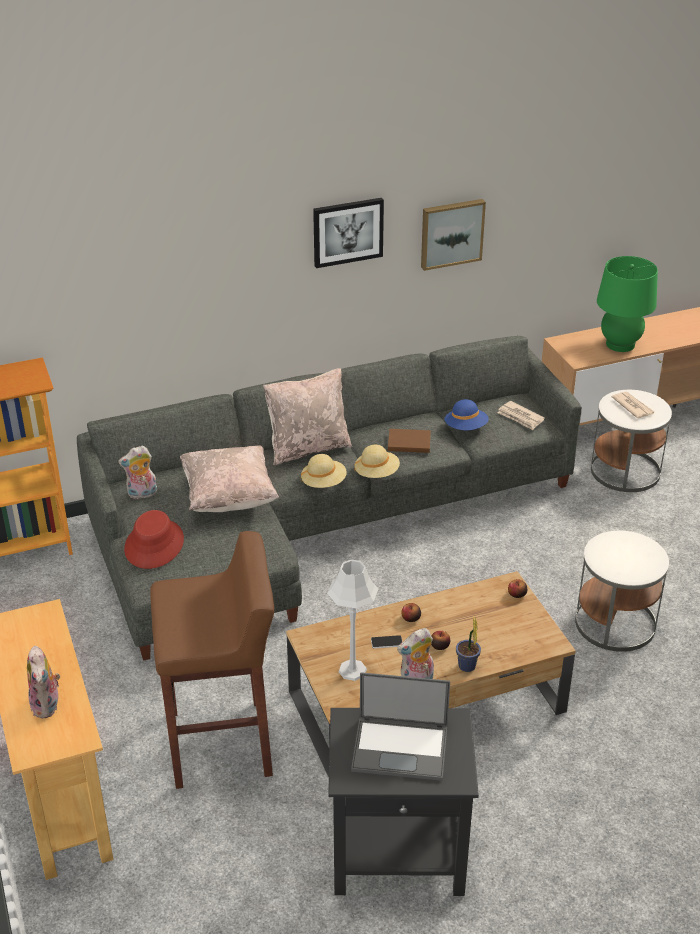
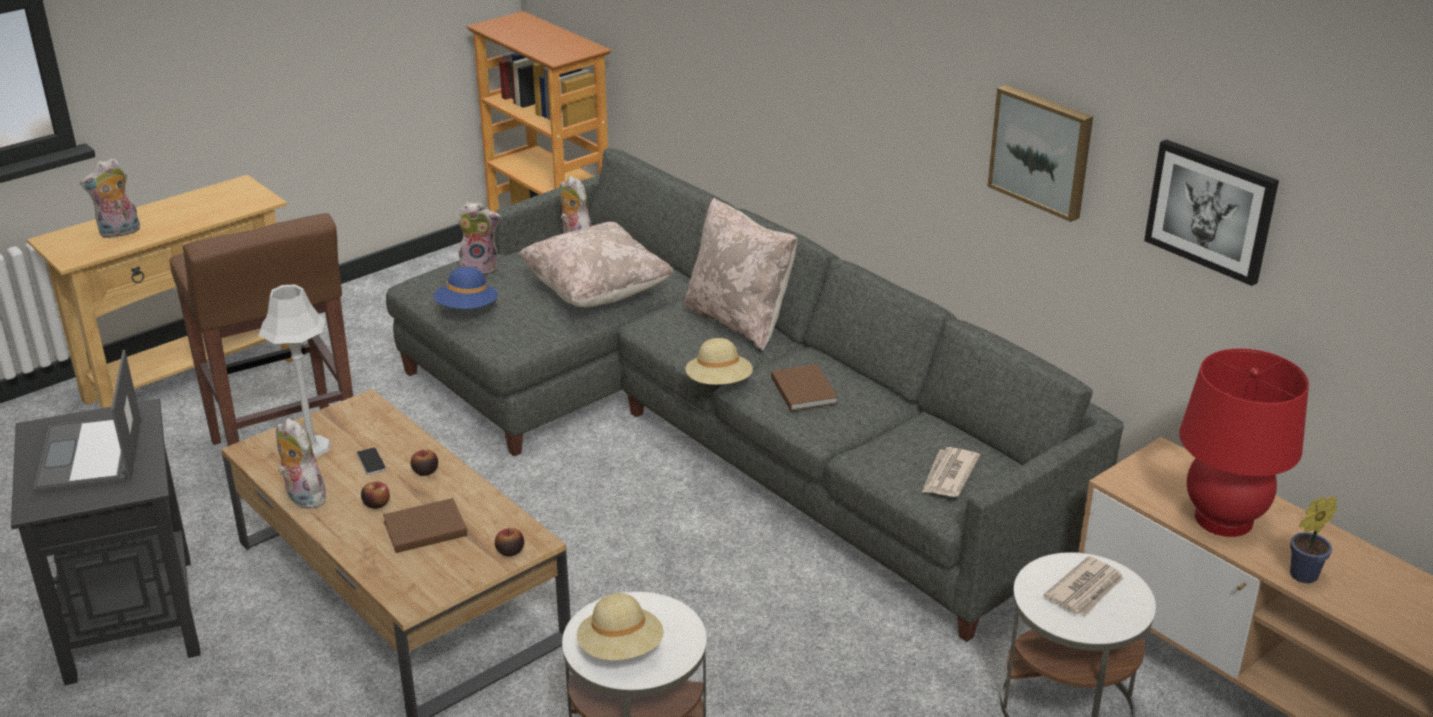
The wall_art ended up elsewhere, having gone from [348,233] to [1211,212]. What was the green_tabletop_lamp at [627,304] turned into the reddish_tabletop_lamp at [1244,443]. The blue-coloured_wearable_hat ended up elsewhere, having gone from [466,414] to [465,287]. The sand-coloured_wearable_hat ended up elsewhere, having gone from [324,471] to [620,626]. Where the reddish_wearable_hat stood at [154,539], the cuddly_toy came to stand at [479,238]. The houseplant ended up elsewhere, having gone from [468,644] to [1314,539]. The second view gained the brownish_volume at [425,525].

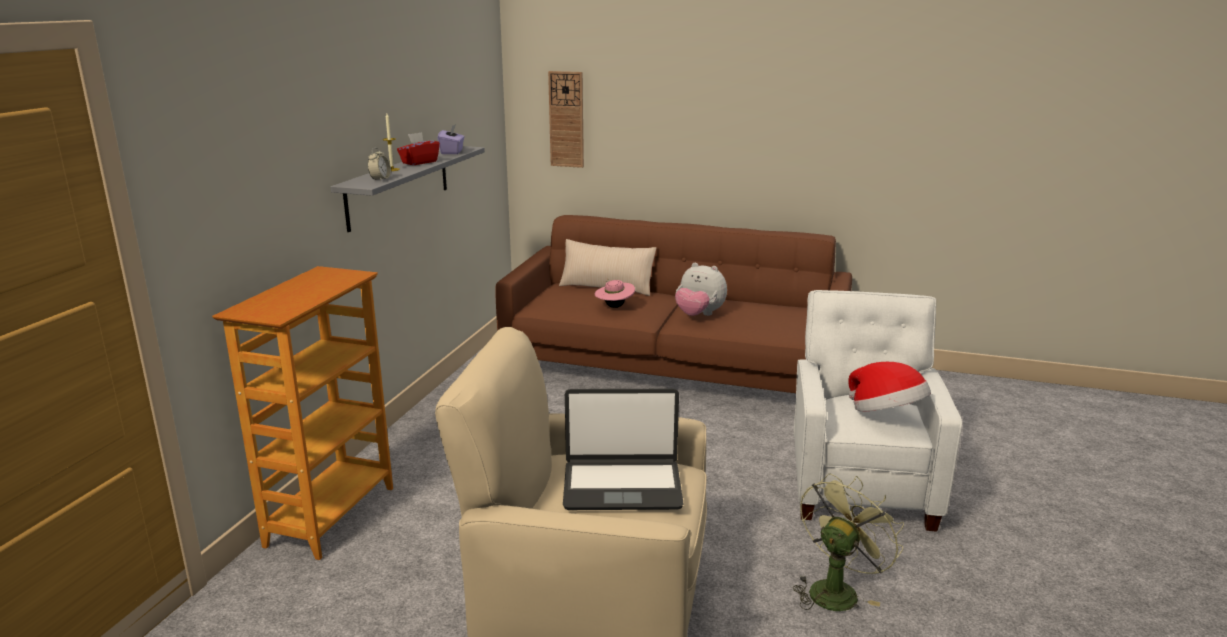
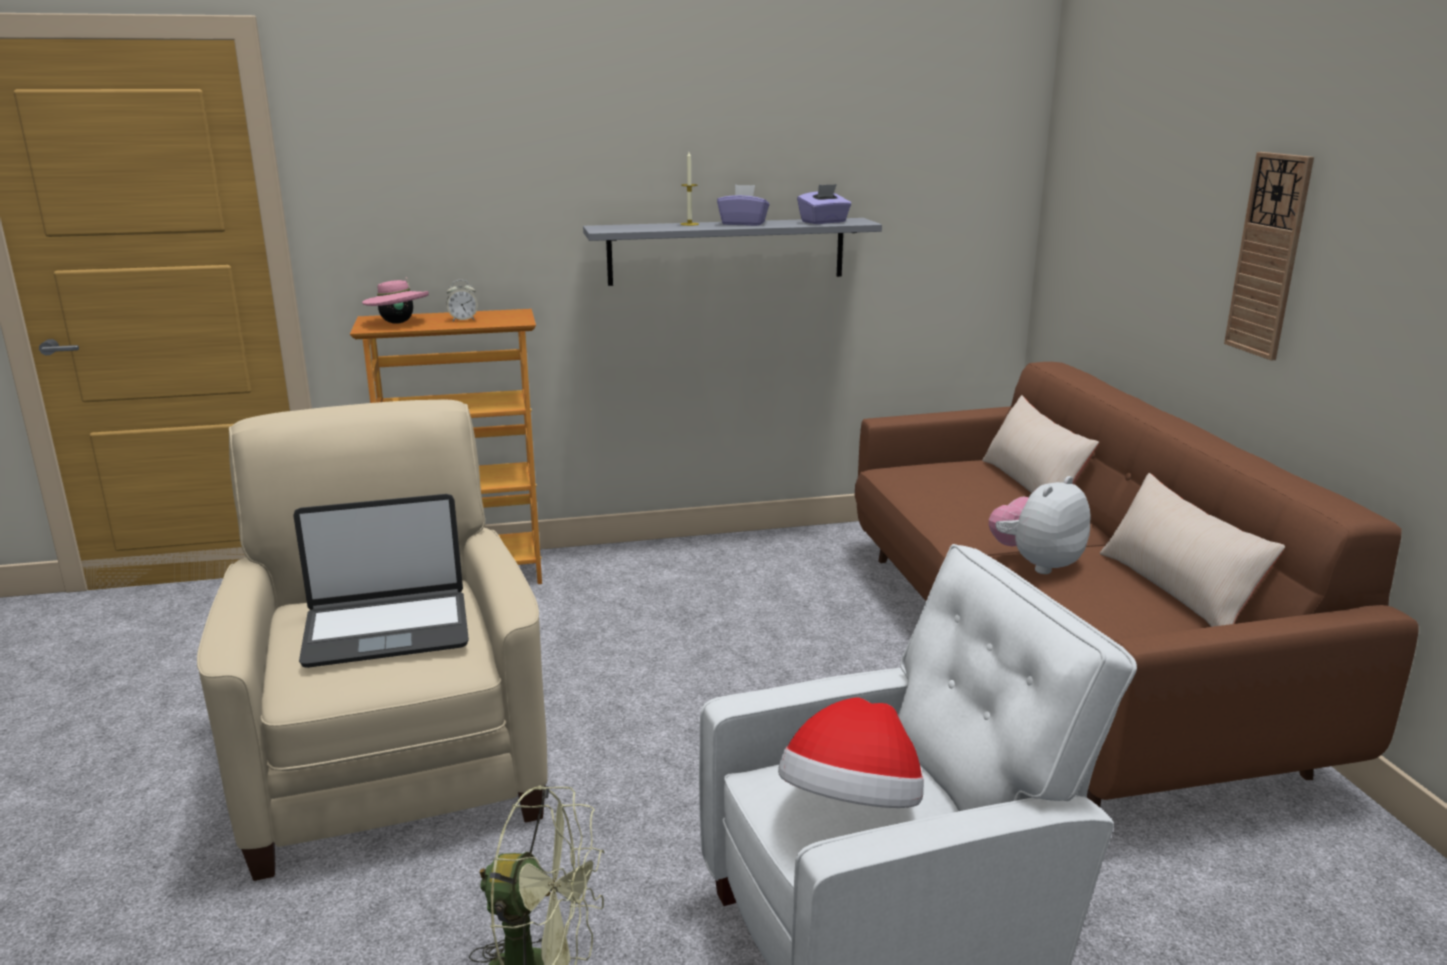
The hanging_clock ended up elsewhere, having gone from [566,119] to [1269,256]. What was the reddish_tissue_holder at [418,148] turned into the purple-coloured_tissue_holder at [743,205]. The table_clock ended up elsewhere, having gone from [379,165] to [462,300]. The cuddly_toy at [701,289] ended up facing another way, 45 degrees clockwise from before. The pink_wearable_hat ended up elsewhere, having gone from [615,293] to [395,300]. The notebook_computer at [623,449] ended up facing another way, 75 degrees counterclockwise from before. The second view gained the sand-coloured_pillow at [1192,550].

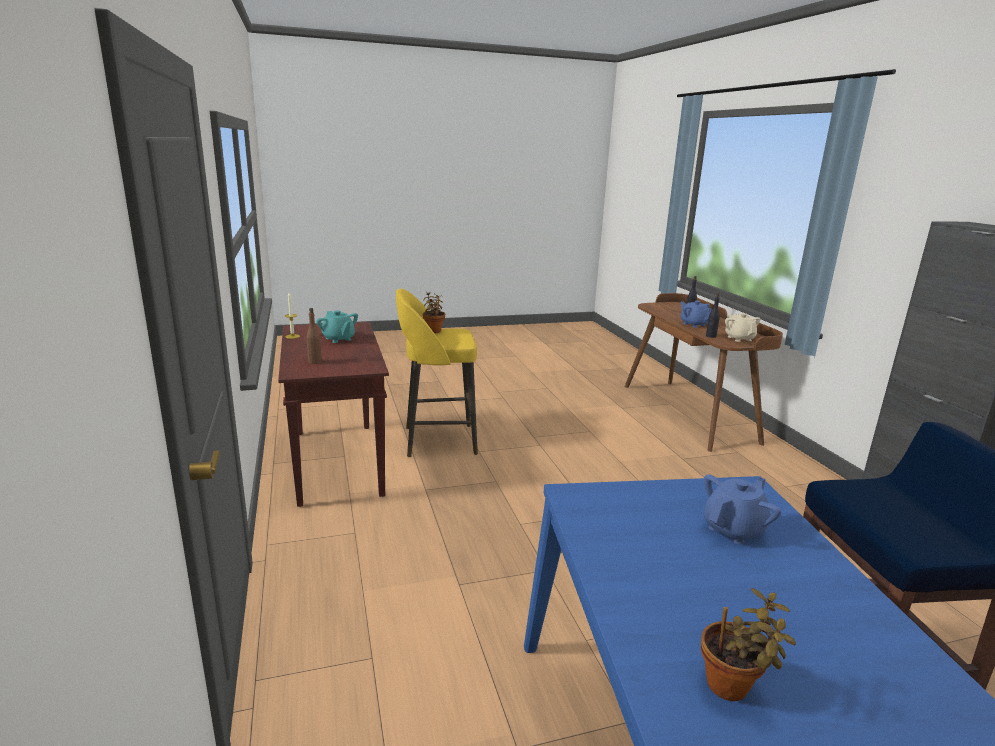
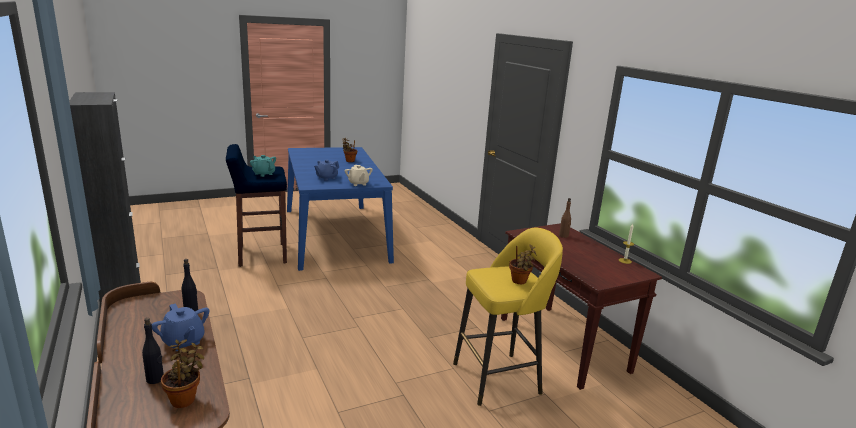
The blue-green_pot_for_tea ended up elsewhere, having gone from [337,326] to [263,166]. The sand-coloured_pot_for_tea ended up elsewhere, having gone from [742,327] to [359,175]. The second view gained the houseplant at [182,373].

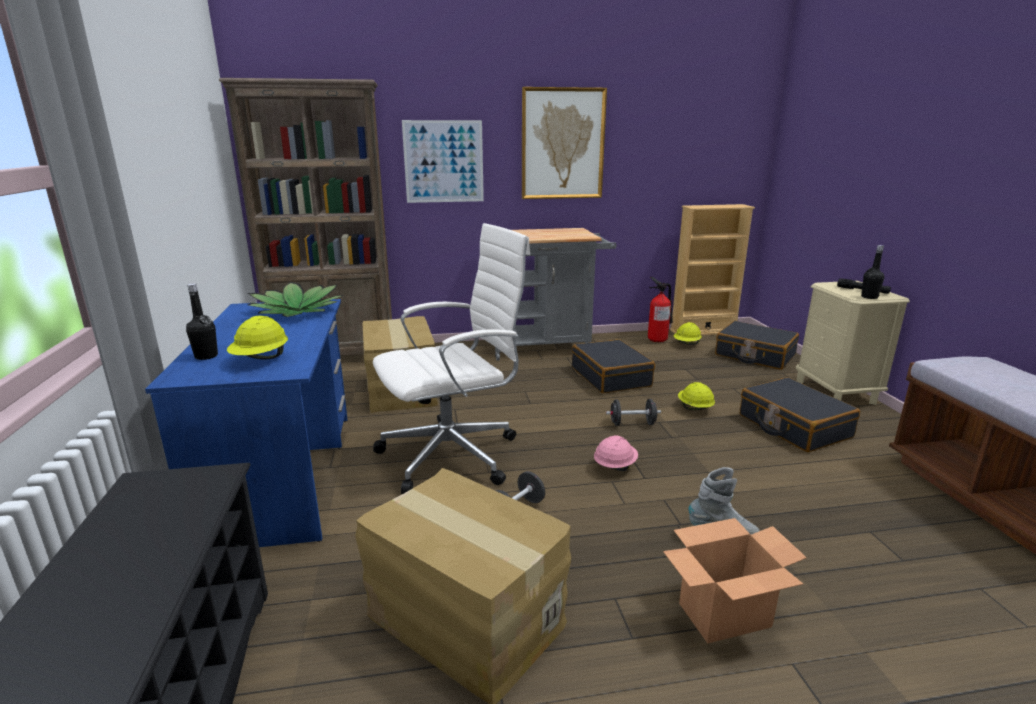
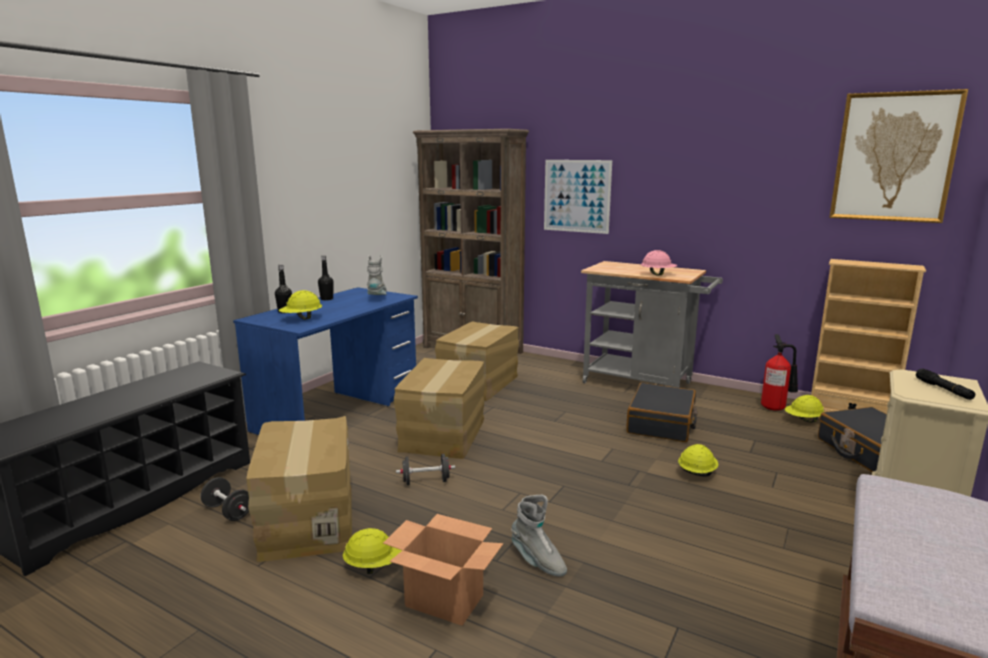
The wall_art ended up elsewhere, having gone from [564,143] to [898,156]. Where the white_office_chair stood at [451,358], the packing_box came to stand at [439,408]. The black-coloured_bottle ended up elsewhere, having gone from [872,272] to [326,278]. Where the houseplant stood at [296,299], the grey_tall_boot came to stand at [377,275]. The second view lost the black-coloured_suitcase at [800,414]. The black-coloured_dumbbell ended up elsewhere, having gone from [633,412] to [225,499]. The pink_safety_helmet ended up elsewhere, having gone from [616,453] to [659,262]. The second view gained the yellowish_safety_helmet at [372,551].

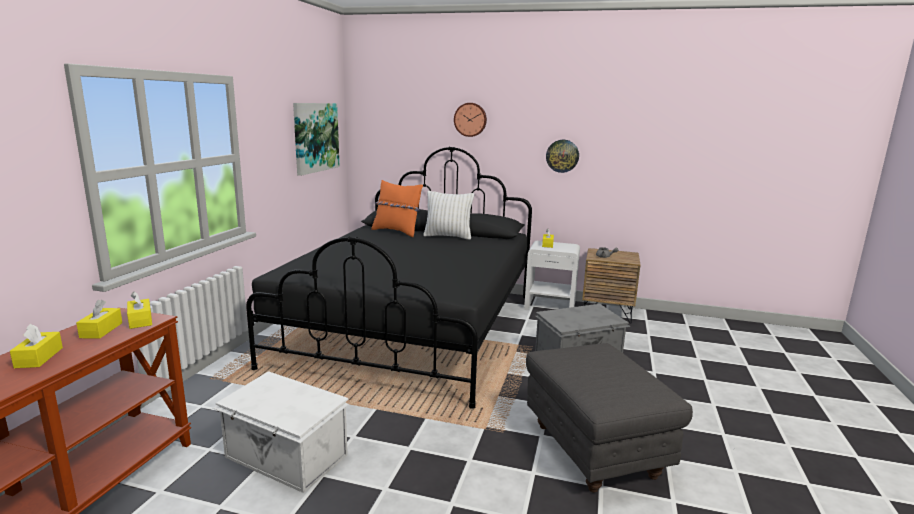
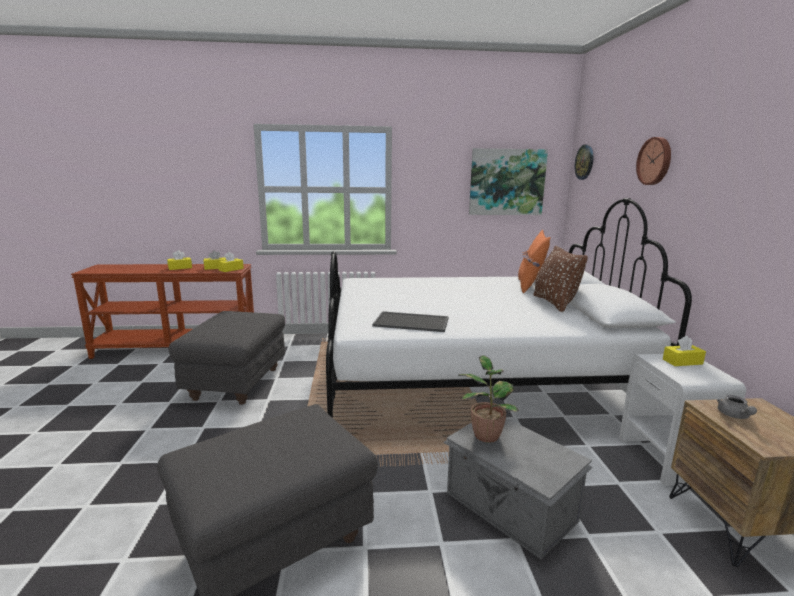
The hanging_clock ended up elsewhere, having gone from [562,156] to [584,162]. What was the black-coloured_bedroom_bed at [389,278] turned into the white_bedroom_bed at [509,308]. What was the white_pillow at [448,215] turned into the brownish_pillow at [560,279]. Where the white_storage_bin stood at [281,432], the grey_footrest came to stand at [227,358]. The second view gained the serving_tray at [411,321]. The second view gained the houseplant at [488,399].

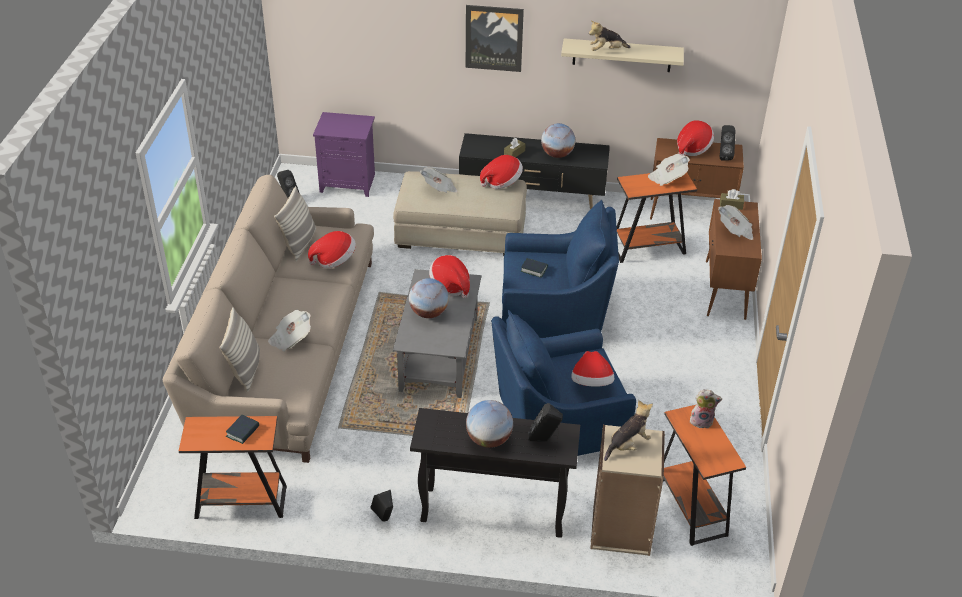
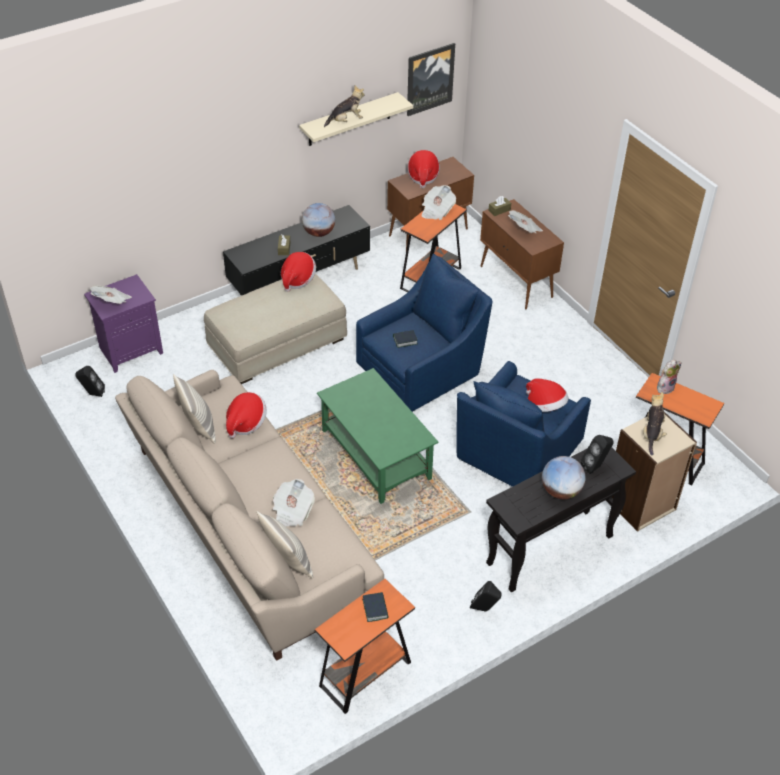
The wall_art ended up elsewhere, having gone from [495,38] to [431,79]. The cuddly_toy at [610,36] ended up facing another way, 150 degrees counterclockwise from before. The second view lost the black-coloured_loudspeaker at [728,142]. The printed_paper ended up elsewhere, having gone from [439,180] to [111,294]. The second view lost the wearable_hat at [449,276]. What was the grey_lounge_table at [437,333] turned into the green_lounge_table at [377,436]. The second view lost the desk_globe at [429,298].

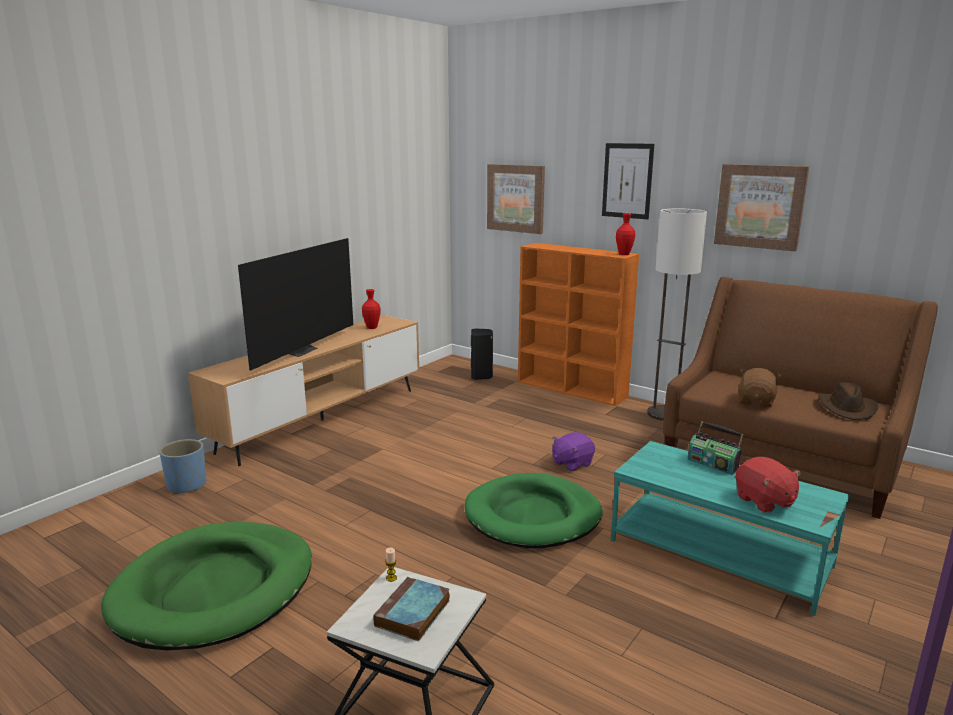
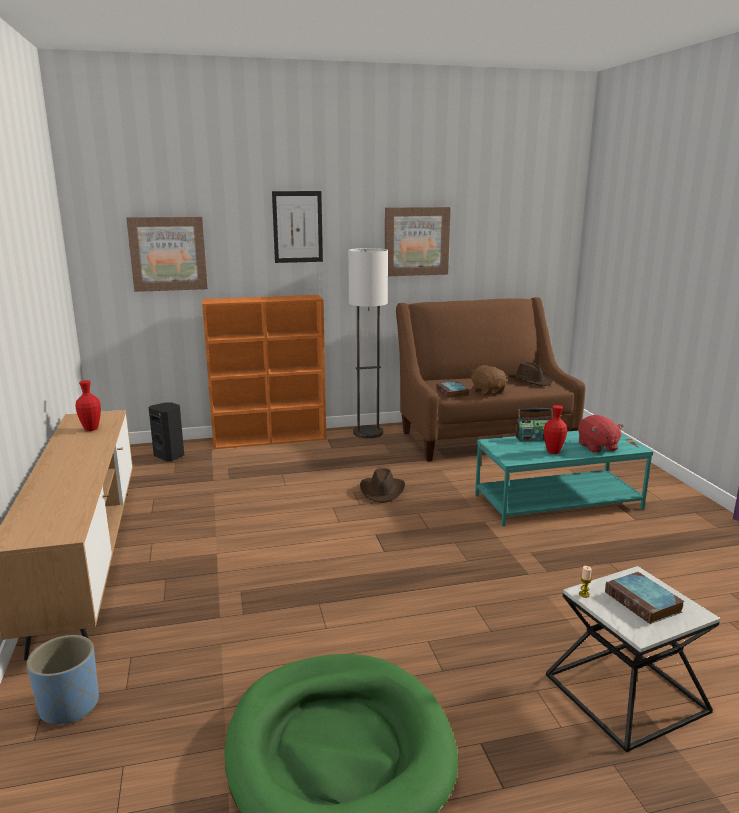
The reddish_flower_vase ended up elsewhere, having gone from [625,234] to [555,429]. The second view lost the television at [295,304]. Where the purple-coloured_cuddly_toy stood at [573,451], the brownish_wearable_hat came to stand at [382,485]. The reddish_cuddly_toy at [769,485] ended up facing another way, 60 degrees clockwise from before. The second view lost the green_pet_bed at [534,510]. The second view gained the volume at [452,390].

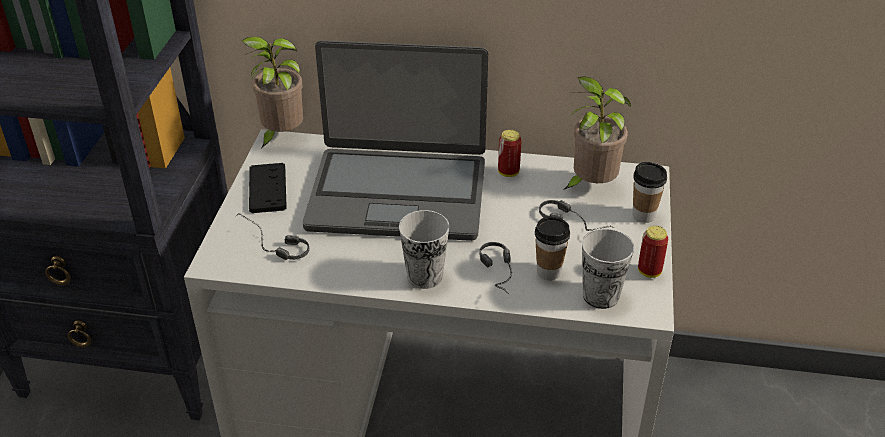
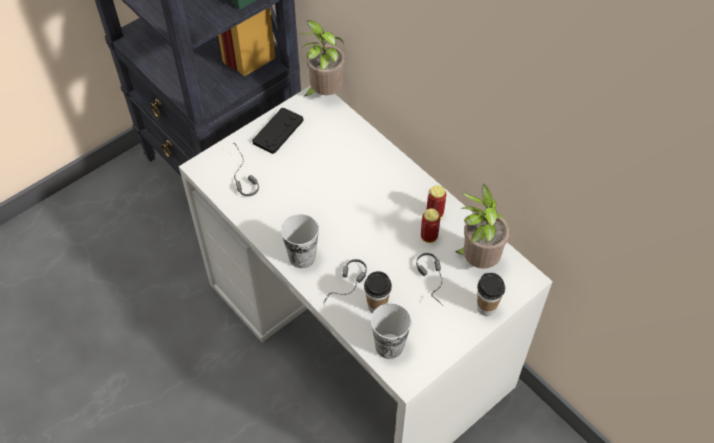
The second view lost the notebook_computer at [395,140]. The metal_can ended up elsewhere, having gone from [653,252] to [430,226].

